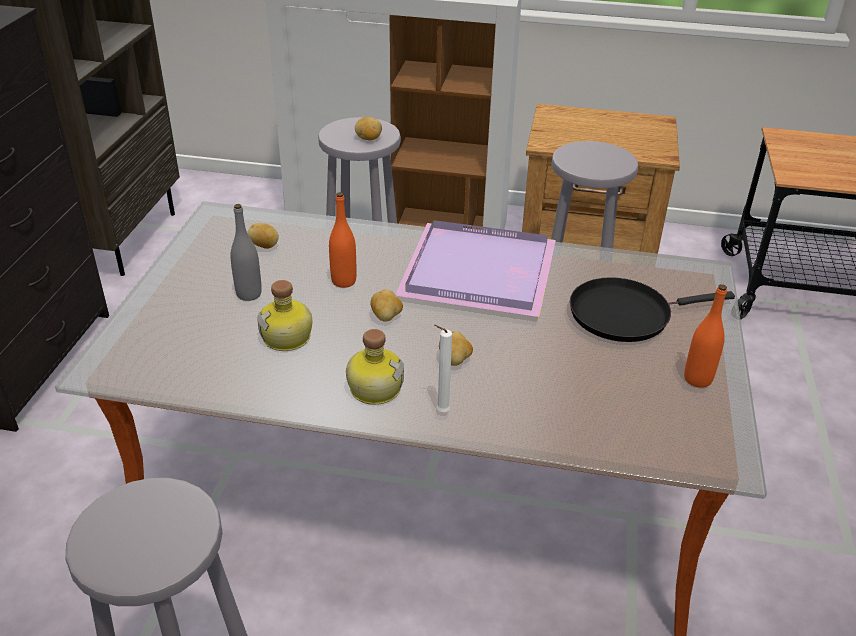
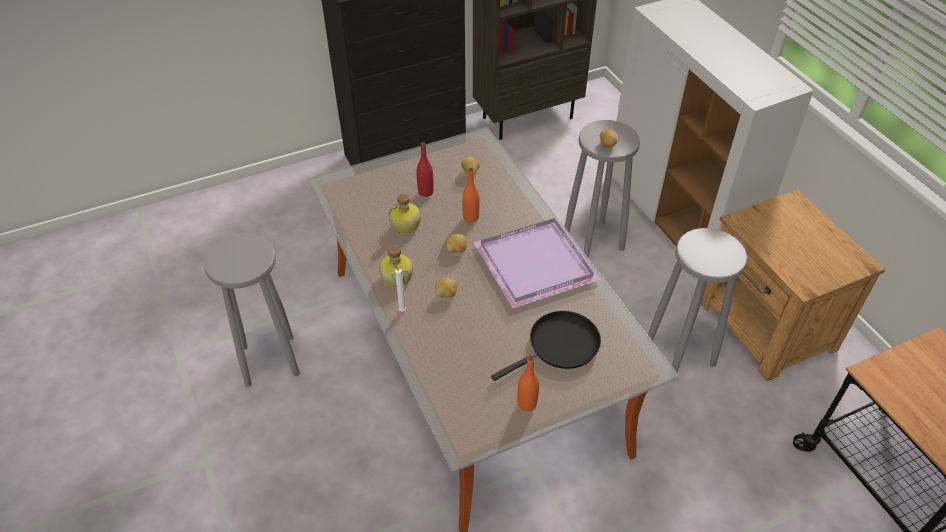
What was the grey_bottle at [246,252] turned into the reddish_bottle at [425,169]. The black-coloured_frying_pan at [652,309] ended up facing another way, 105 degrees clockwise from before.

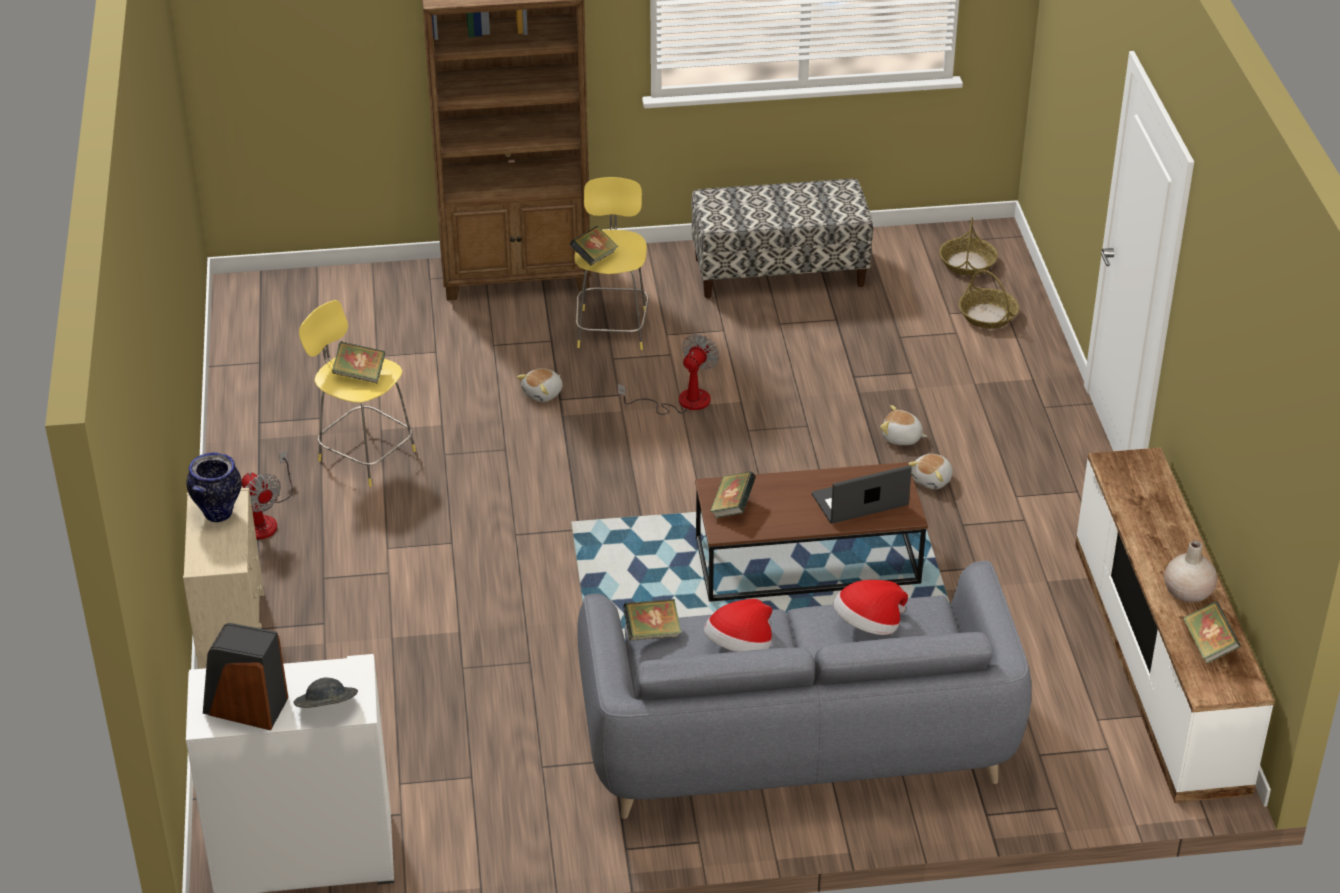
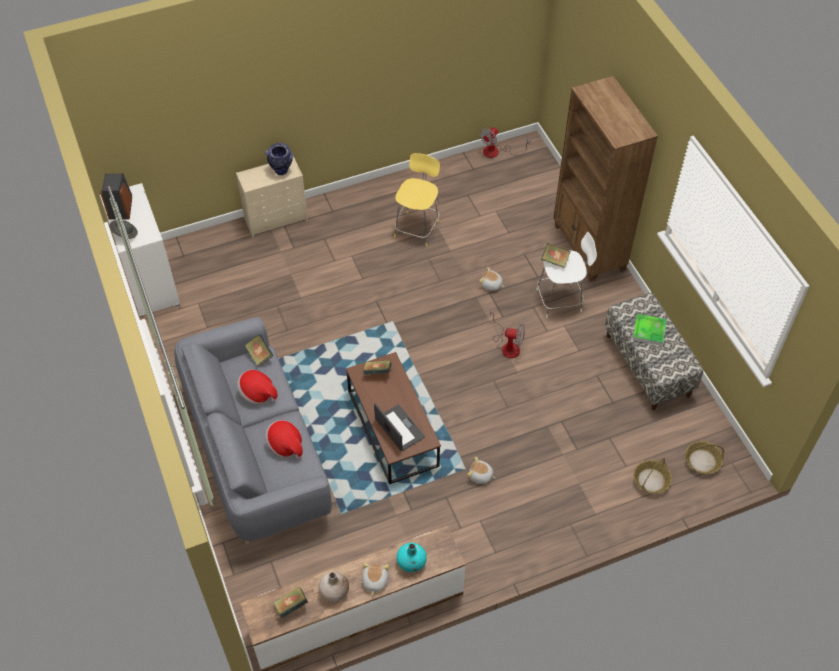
What was the yellowish_sitting_stool at [611,263] turned into the white_sitting_stool at [566,275]. The second view lost the volume at [358,362]. The cuddly_toy ended up elsewhere, having gone from [903,425] to [375,578]. The electric_fan ended up elsewhere, having gone from [267,495] to [505,142]. The second view gained the serving_tray at [650,330]. The second view gained the blue-green_flower_vase at [412,557].

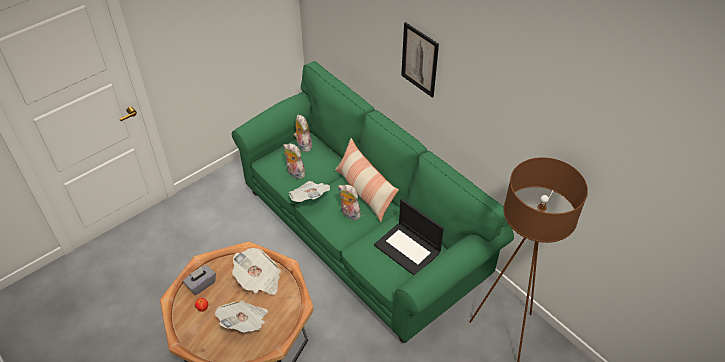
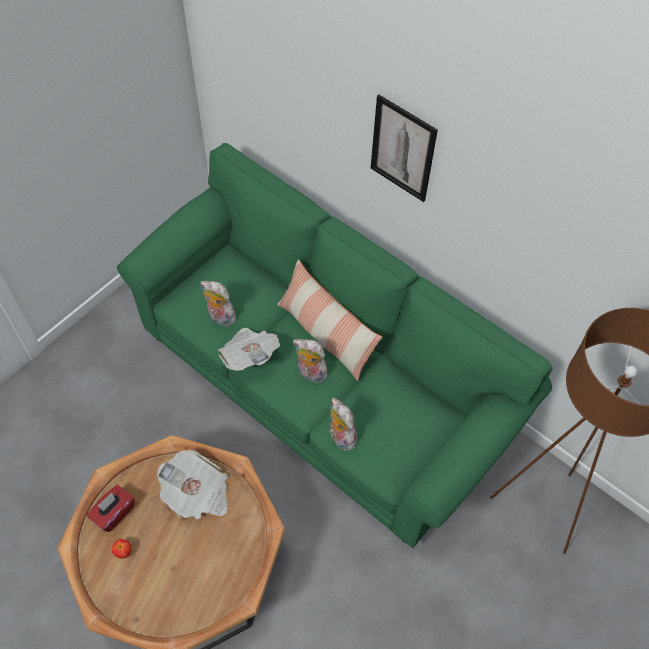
The cuddly_toy ended up elsewhere, having gone from [303,133] to [344,424]. The second view lost the notebook_computer at [409,237]. What was the grey_tissue_holder at [199,280] turned into the reddish_tissue_holder at [111,508]. The second view lost the printed_paper at [241,316].

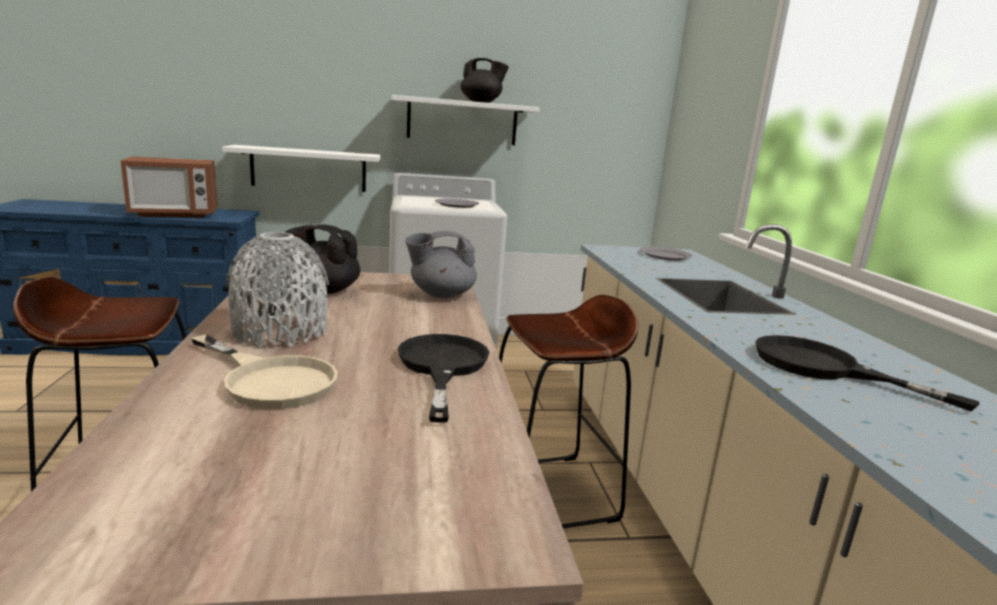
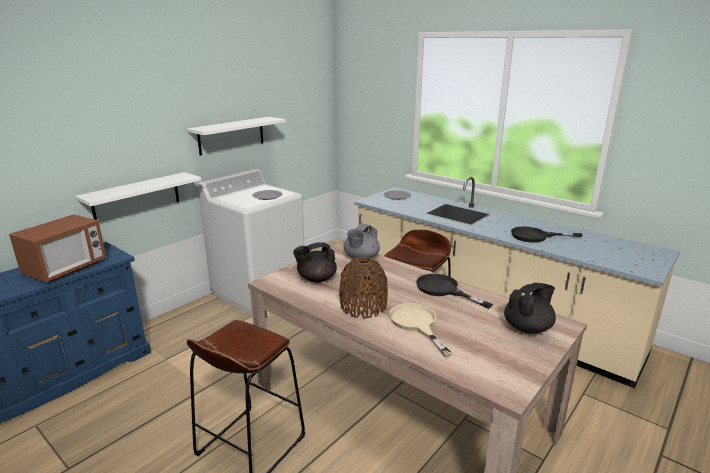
The black-coloured_pot_for_tea ended up elsewhere, having gone from [485,80] to [530,308]. What was the grey_flower_vase at [277,289] turned into the brownish_flower_vase at [364,288]. The sand-coloured_frying_pan at [264,372] ended up facing another way, 105 degrees counterclockwise from before.

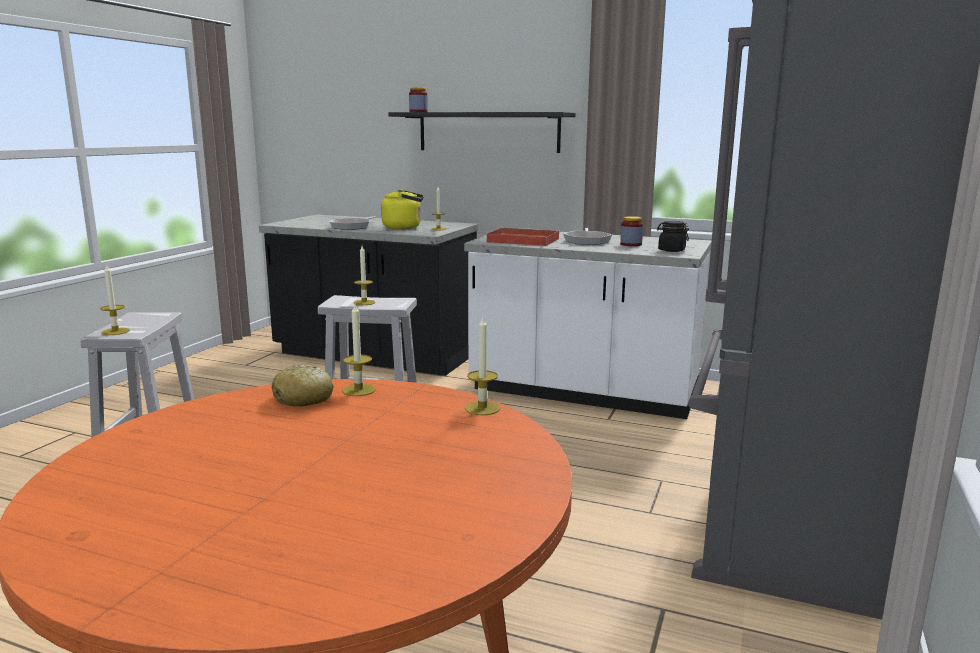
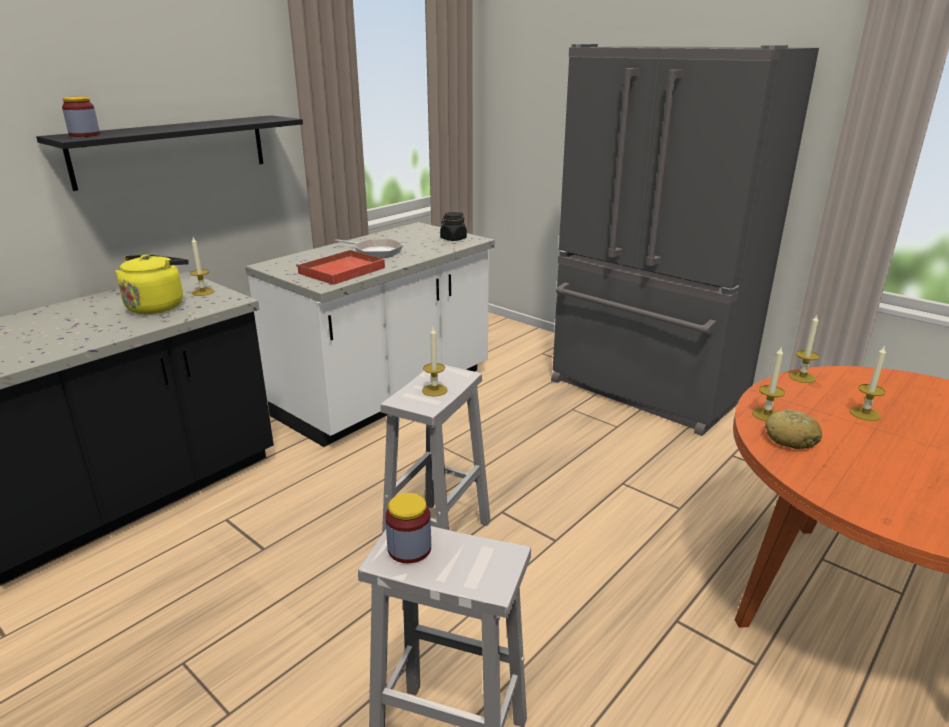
The second view lost the frying_pan at [353,223]. The preserve_jar ended up elsewhere, having gone from [631,231] to [408,528]. The wax_light ended up elsewhere, having gone from [115,299] to [868,383].

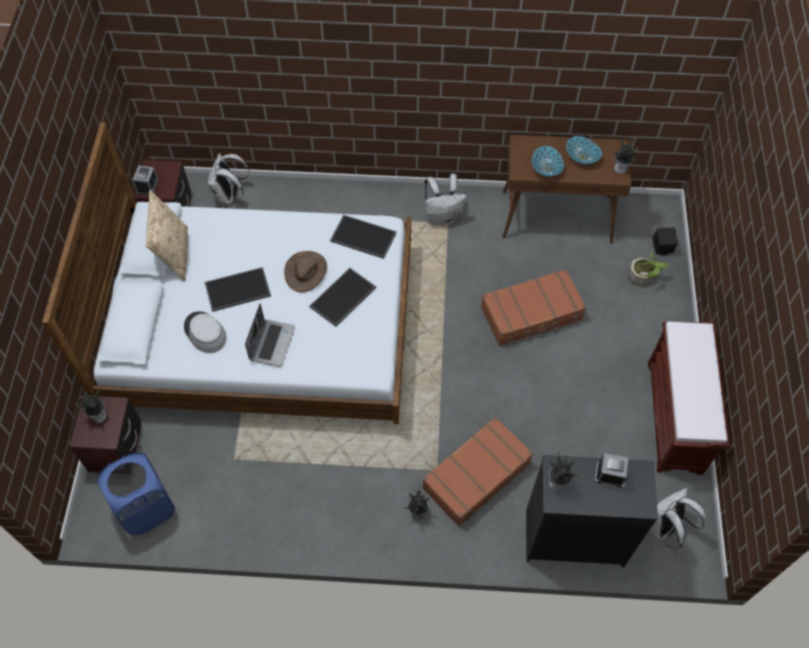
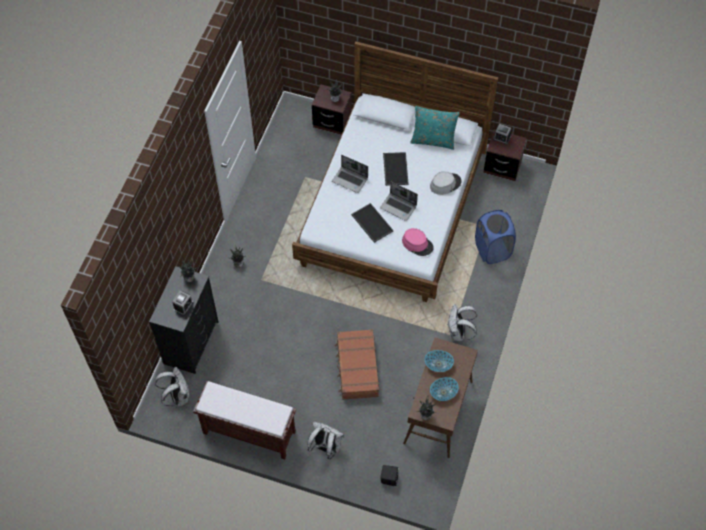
The white_knapsack ended up elsewhere, having gone from [228,178] to [326,440]. What was the sand-coloured_pillow at [167,235] turned into the blue-green_pillow at [435,128]. Where the serving_tray stood at [363,237], the pink_wearable_hat came to stand at [418,242]. Where the brownish_wearable_hat stood at [305,271], the notebook_computer came to stand at [399,201]. The second view lost the houseplant at [648,269]. The grey_wearable_hat ended up elsewhere, having gone from [205,332] to [445,183]. The second view lost the brownish_suitcase at [477,471]. The blue-coloured_hamper ended up elsewhere, having gone from [136,494] to [495,237].

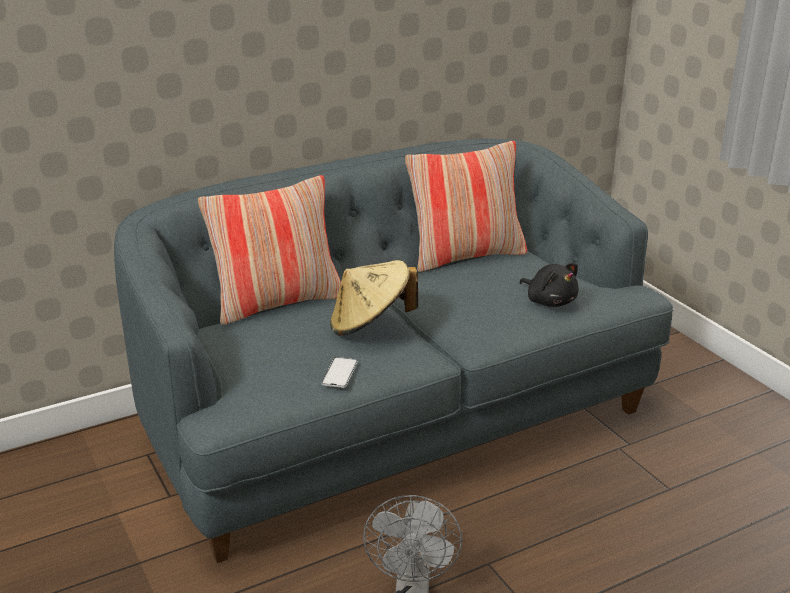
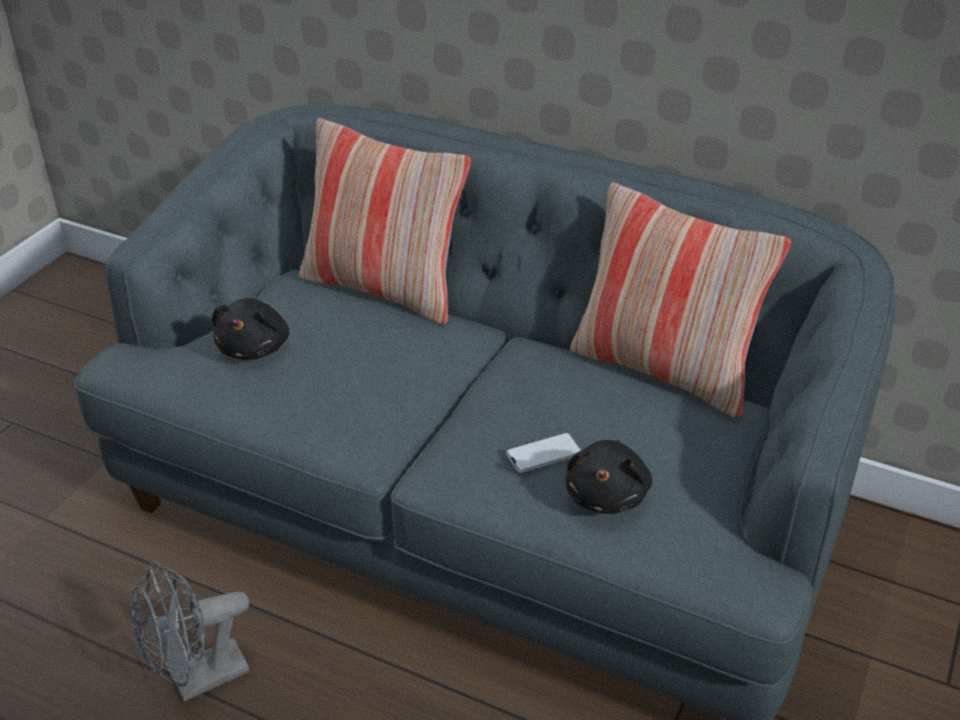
The second view lost the sand-coloured_wearable_hat at [374,298]. The phone ended up elsewhere, having gone from [340,372] to [544,452]. The second view gained the black-coloured_cuddly_toy at [250,329].

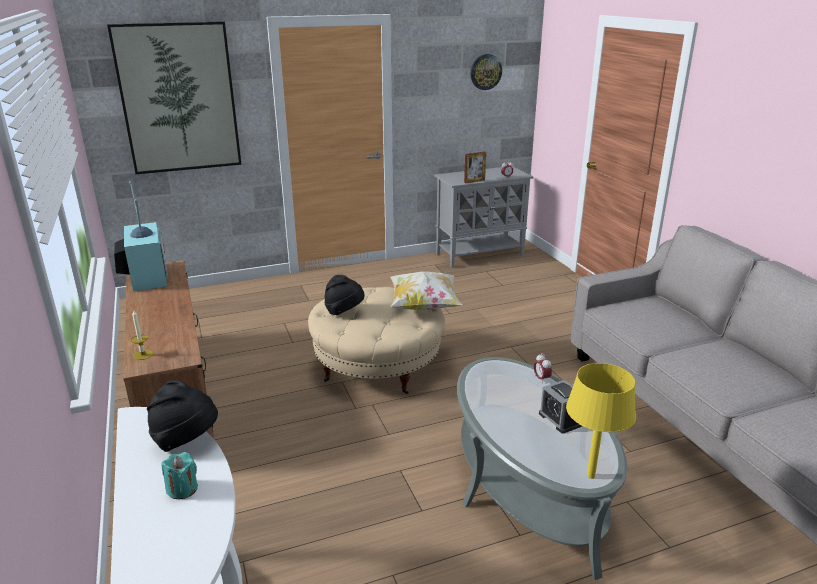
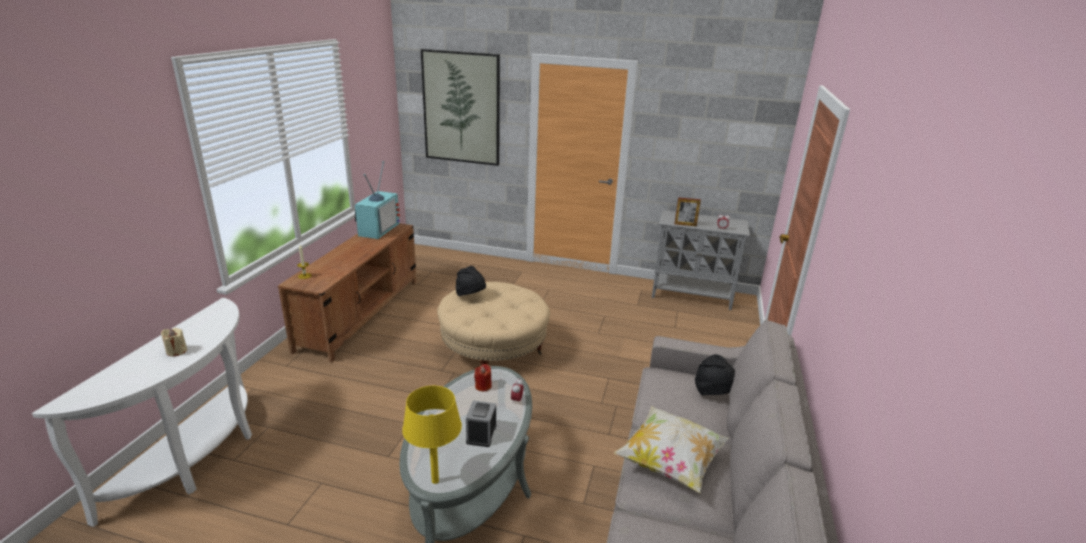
The second view lost the hanging_clock at [486,72]. The pillow ended up elsewhere, having gone from [426,291] to [671,449]. The black-coloured_wearable_hat ended up elsewhere, having gone from [182,416] to [715,374]. What was the blue-green_wax_light at [180,475] turned into the sand-coloured_wax_light at [174,342]. The second view gained the reddish_wax_light at [483,377].

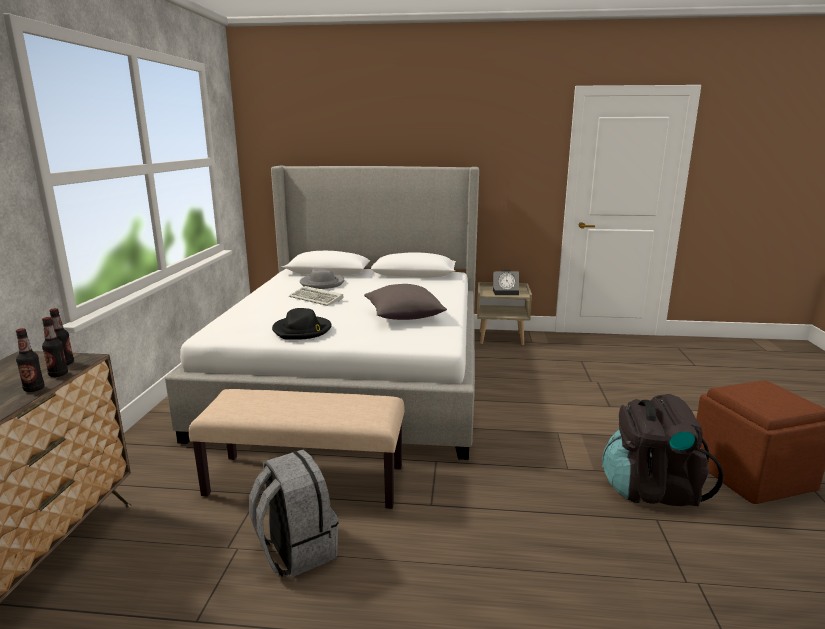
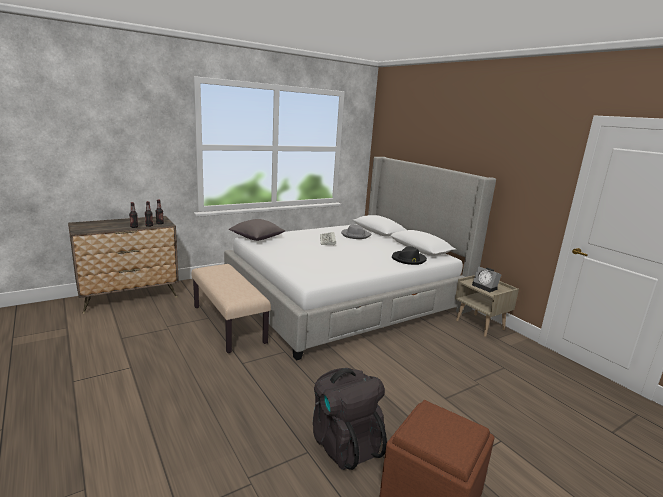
The grey_pillow ended up elsewhere, having gone from [405,302] to [257,230]. The black-coloured_wearable_hat ended up elsewhere, having gone from [302,324] to [409,255]. The second view lost the grey_knapsack at [294,513].

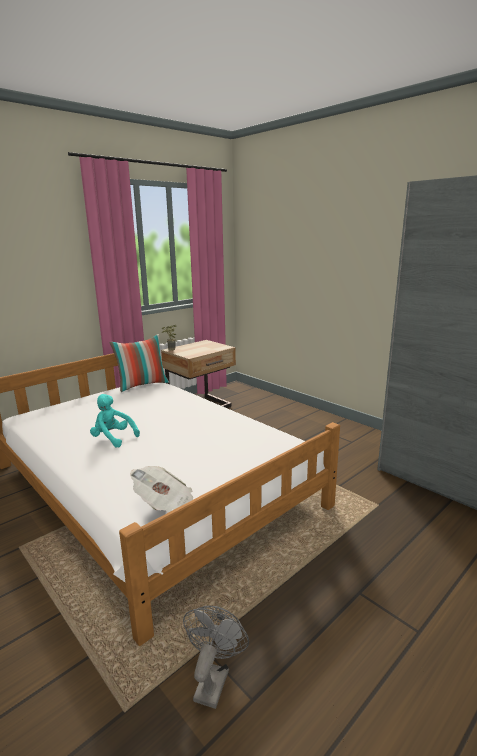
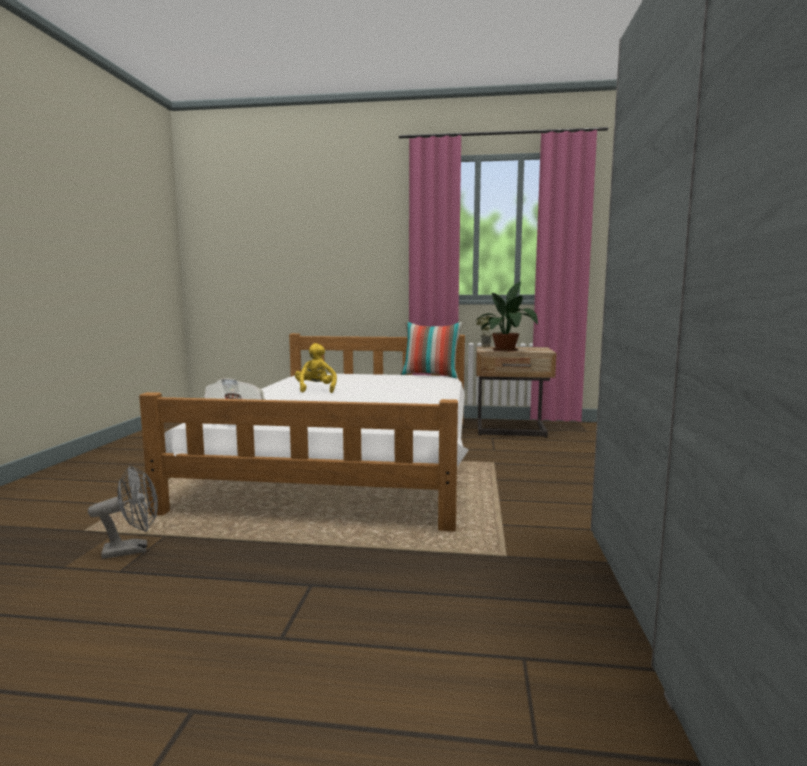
What was the blue-green_cuddly_toy at [115,420] turned into the yellowish_cuddly_toy at [316,368]. The second view gained the houseplant at [505,316].

